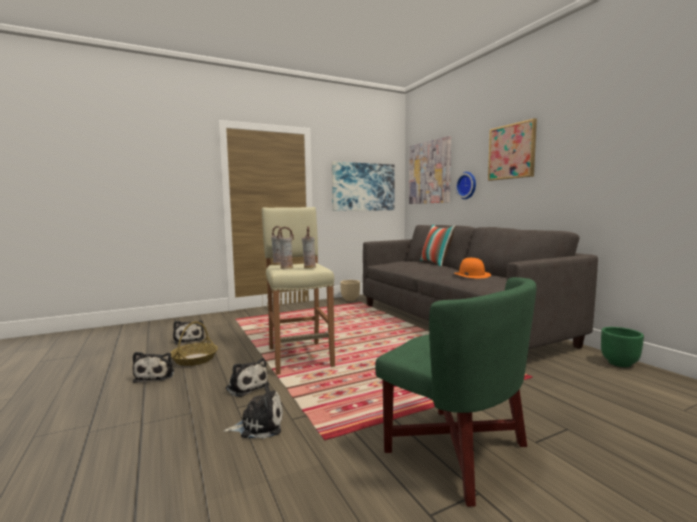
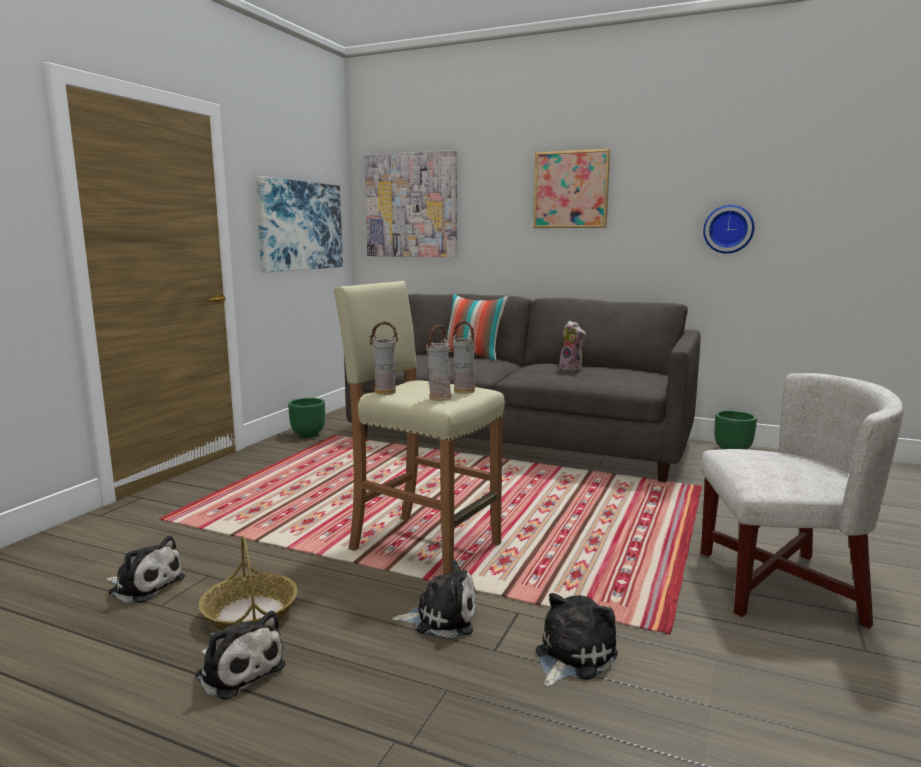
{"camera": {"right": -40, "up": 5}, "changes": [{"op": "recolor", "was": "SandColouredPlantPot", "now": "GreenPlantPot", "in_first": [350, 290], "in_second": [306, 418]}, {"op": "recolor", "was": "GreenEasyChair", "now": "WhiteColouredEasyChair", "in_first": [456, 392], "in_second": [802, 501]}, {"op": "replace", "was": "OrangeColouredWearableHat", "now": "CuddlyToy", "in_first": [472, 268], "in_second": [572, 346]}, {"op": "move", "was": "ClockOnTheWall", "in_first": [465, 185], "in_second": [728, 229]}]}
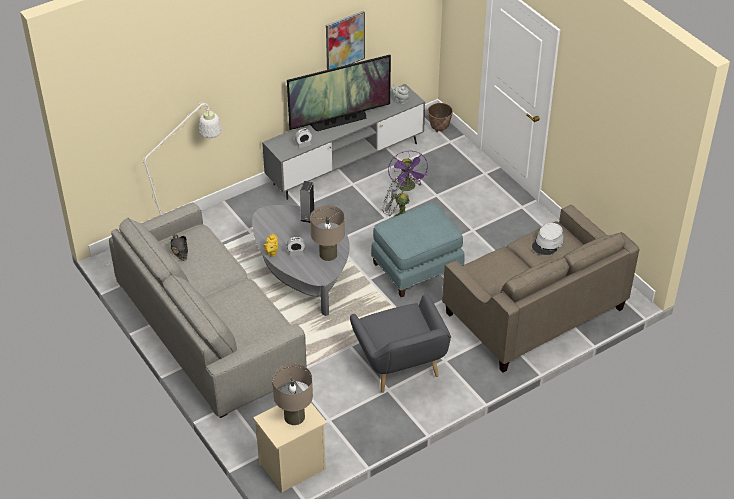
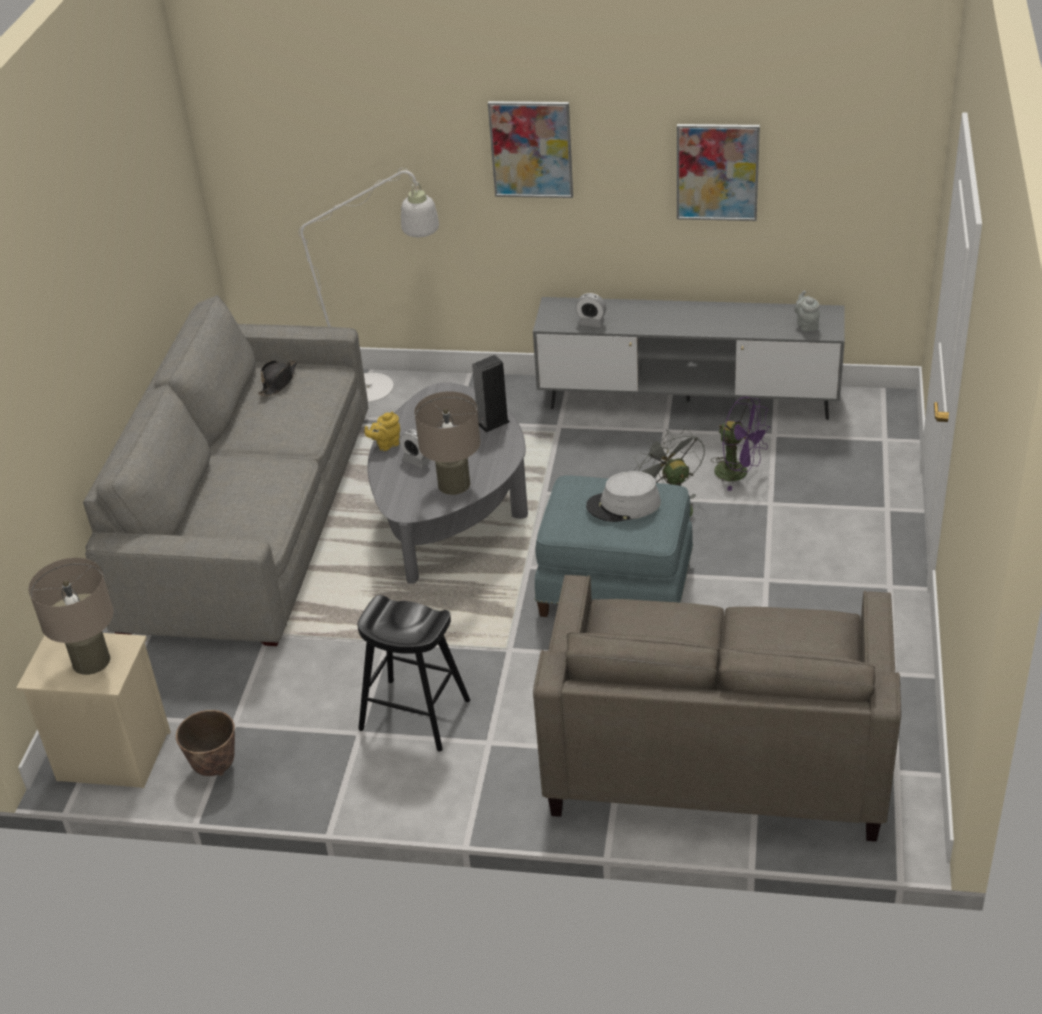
{"camera": {"right": 45, "up": -5}, "changes": [{"op": "delete", "was": "Tv", "in_first": [339, 93]}, {"op": "replace", "was": "GreyEasyChair", "now": "BlackStool", "in_first": [400, 343], "in_second": [413, 673]}, {"op": "rotate", "was": "PurpleCoolingFan", "in_first": [408, 171], "in_second": [741, 443], "clockwise": -90}, {"op": "move", "was": "PlantPot", "in_first": [440, 117], "in_second": [205, 743]}, {"op": "move", "was": "GreyWearableHat", "in_first": [548, 239], "in_second": [623, 496]}, {"op": "insert", "now": "WallPicture", "in_second": [530, 149]}]}
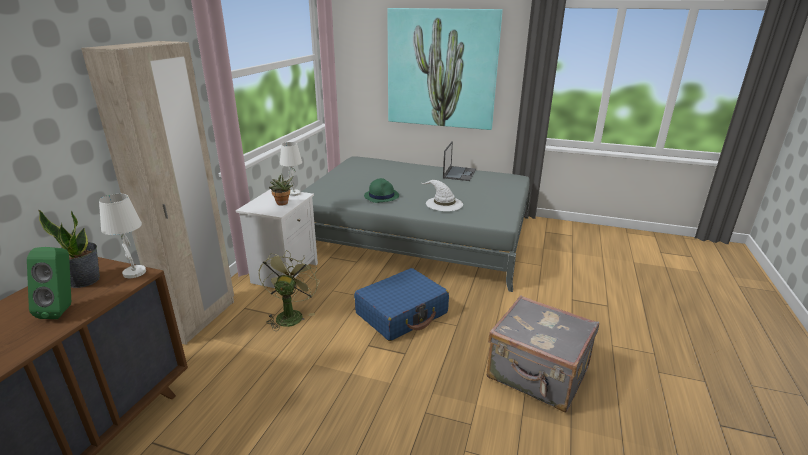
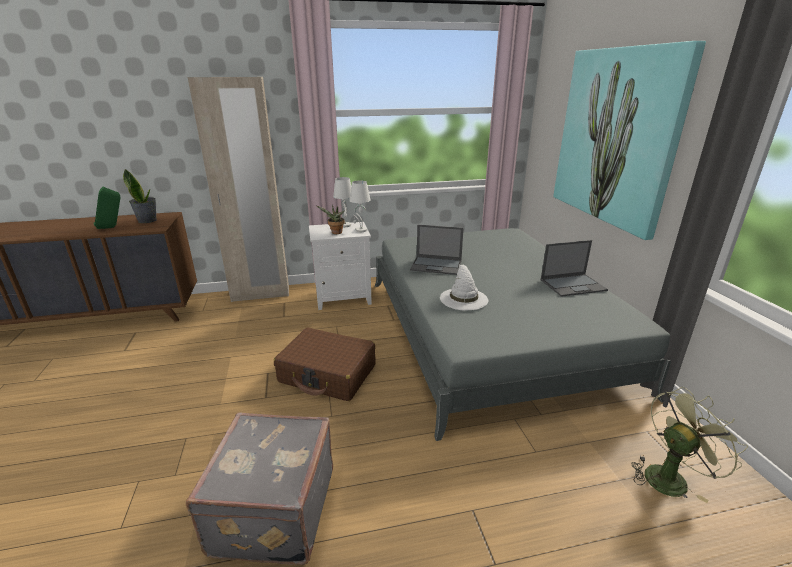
{"camera": {"right": 60, "up": 0}, "changes": [{"op": "move", "was": "WhiteColouredLampForATable", "in_first": [122, 236], "in_second": [342, 202]}, {"op": "move", "was": "GreenCoolingFan", "in_first": [289, 290], "in_second": [689, 445]}, {"op": "recolor", "was": "BluishPieceOfLuggage", "now": "BrownPieceOfLuggage", "in_first": [401, 304], "in_second": [325, 364]}, {"op": "replace", "was": "GreenWearableHat", "now": "Laptop", "in_first": [381, 190], "in_second": [437, 250]}]}
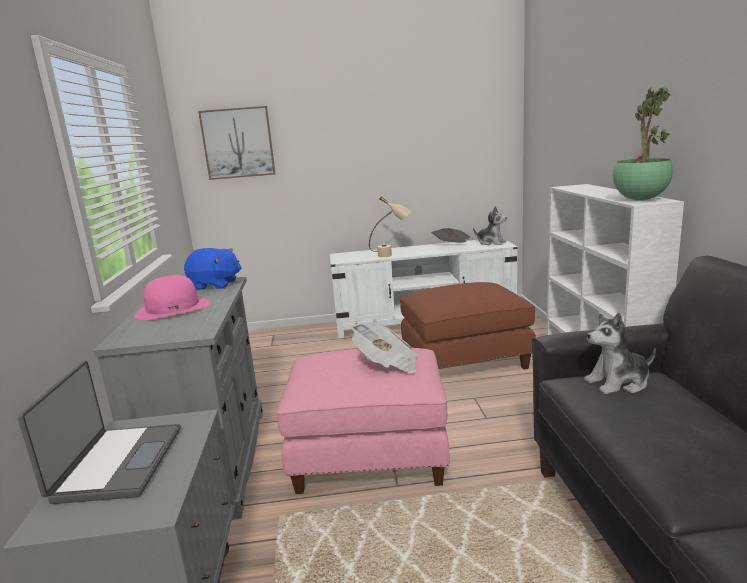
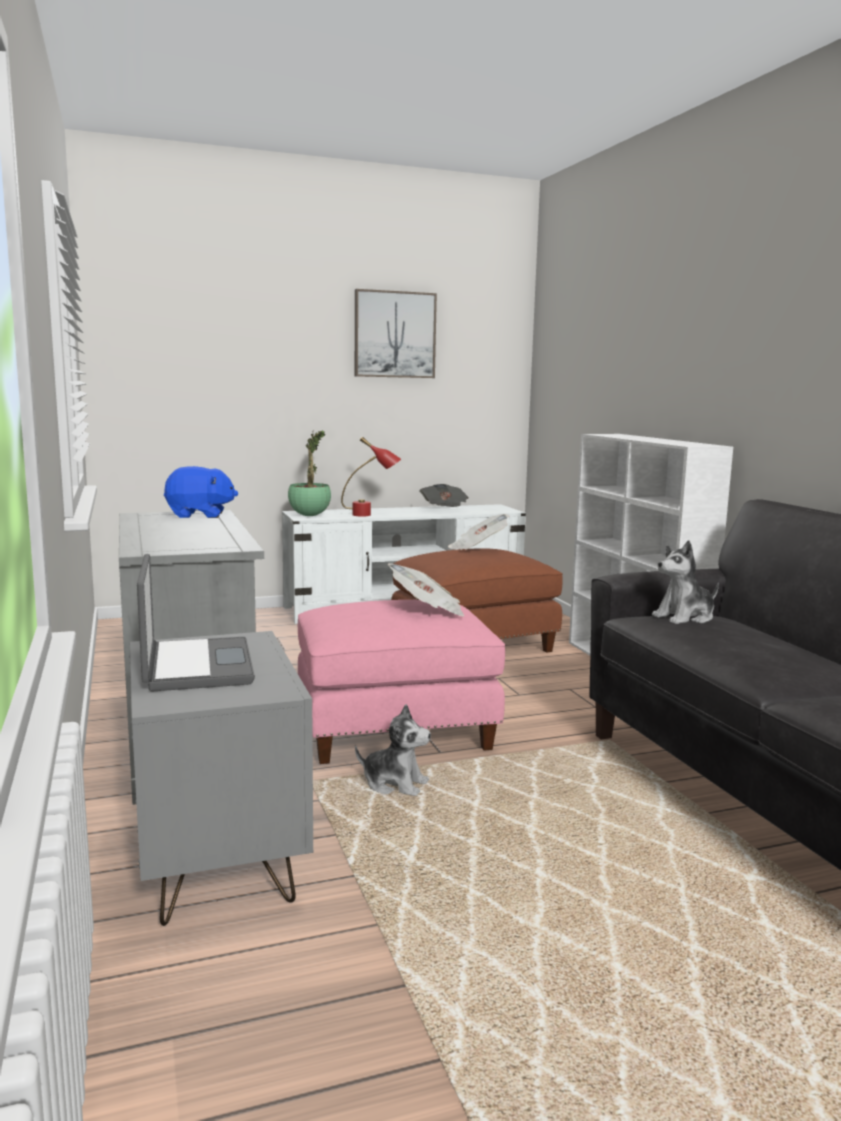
{"camera": {"right": -15, "up": -5}, "changes": [{"op": "delete", "was": "PinkishWearableHat", "in_first": [172, 297]}, {"op": "move", "was": "WallPicture", "in_first": [237, 143], "in_second": [396, 333]}, {"op": "recolor", "was": "SandColouredLampForATable", "now": "ReddishLampForATable", "in_first": [390, 226], "in_second": [371, 477]}, {"op": "move", "was": "CuddlyToy", "in_first": [490, 225], "in_second": [393, 750]}, {"op": "move", "was": "PlantInAPot", "in_first": [643, 144], "in_second": [309, 473]}, {"op": "insert", "now": "Newspaper", "in_second": [479, 532]}]}
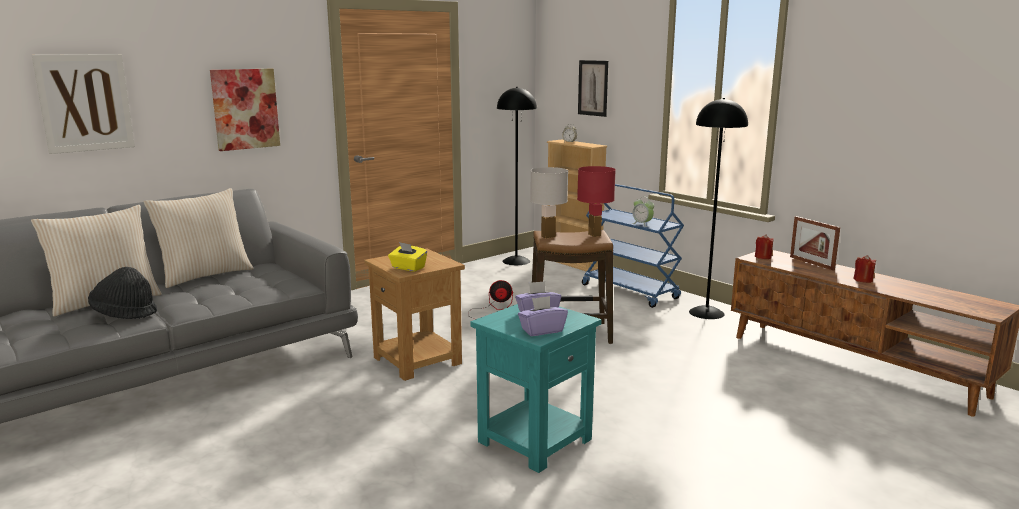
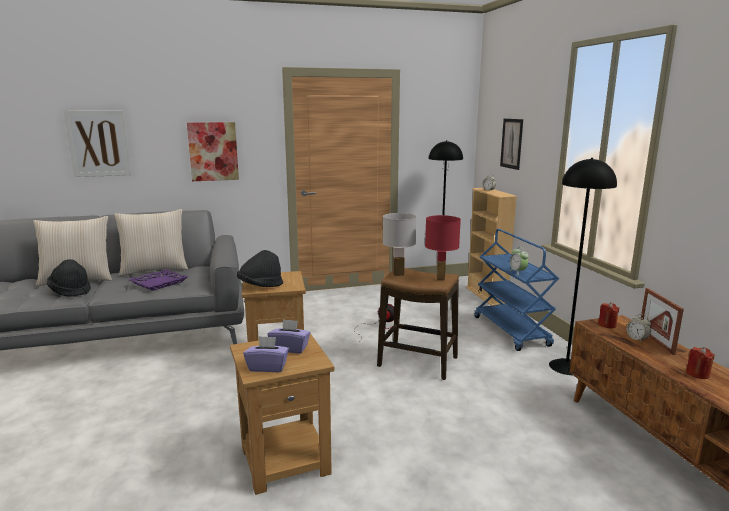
{"camera": {"right": 25, "up": 0}, "changes": [{"op": "replace", "was": "YellowTissueBox", "now": "BlackWearableHat", "in_first": [407, 257], "in_second": [260, 268]}, {"op": "recolor", "was": "TurquoiseAccentTable", "now": "BrownAccentTable", "in_first": [536, 388], "in_second": [282, 414]}, {"op": "insert", "now": "PurpleCarryingTray", "in_second": [158, 280]}, {"op": "insert", "now": "TableClock", "in_second": [638, 328]}]}
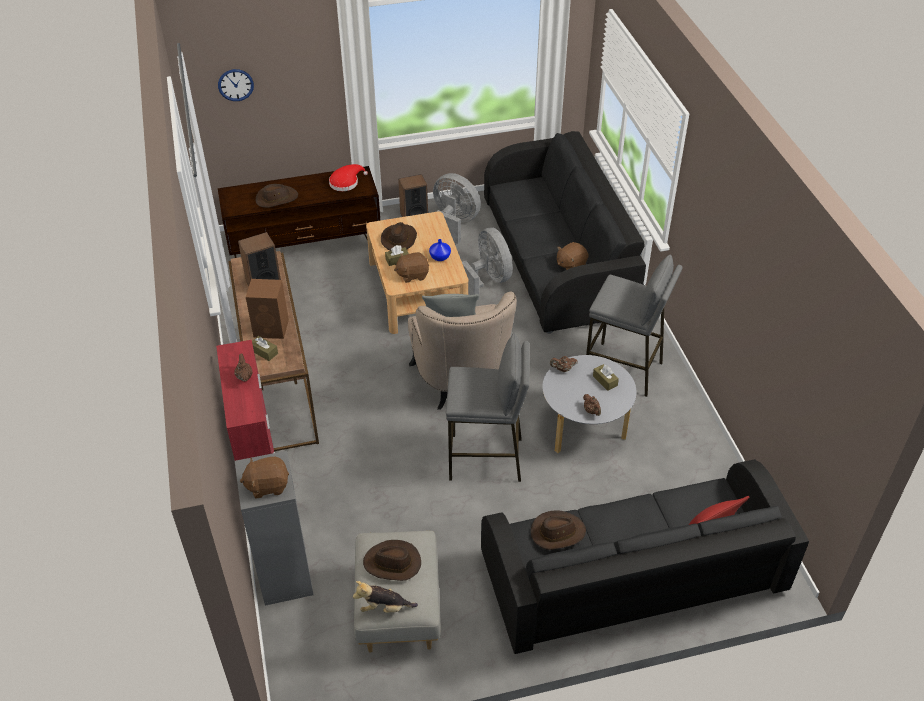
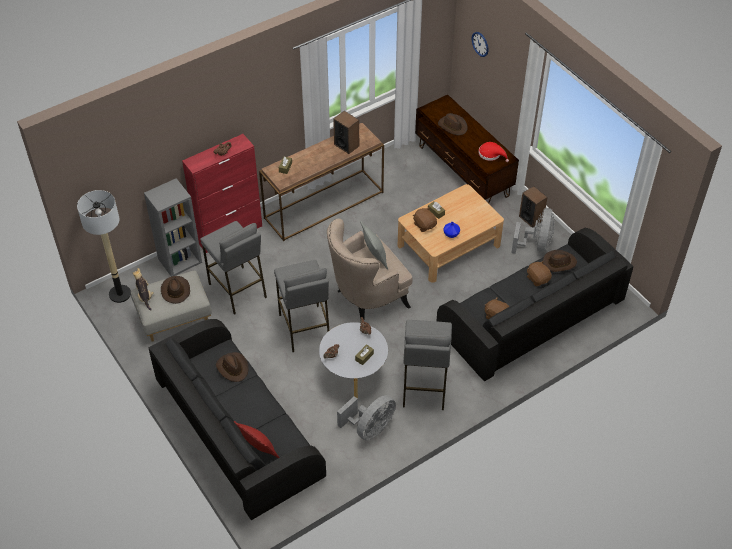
{"camera": {"right": 70, "up": 5}, "changes": [{"op": "move", "was": "BrownCuddlyToy", "in_first": [264, 477], "in_second": [539, 273]}, {"op": "delete", "was": "BrownLoudspeaker", "in_first": [267, 309]}, {"op": "move", "was": "BrownWearableHat", "in_first": [399, 236], "in_second": [560, 261]}, {"op": "move", "was": "GreyCoolingFan", "in_first": [487, 264], "in_second": [366, 417]}, {"op": "insert", "now": "StandingLamp", "in_second": [104, 246]}, {"op": "insert", "now": "GreyStool", "in_second": [233, 268]}]}
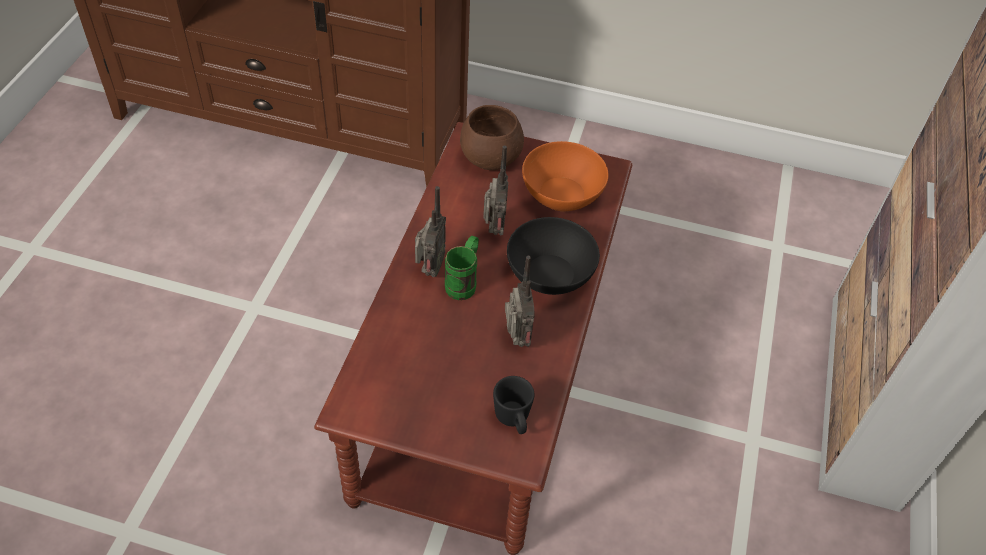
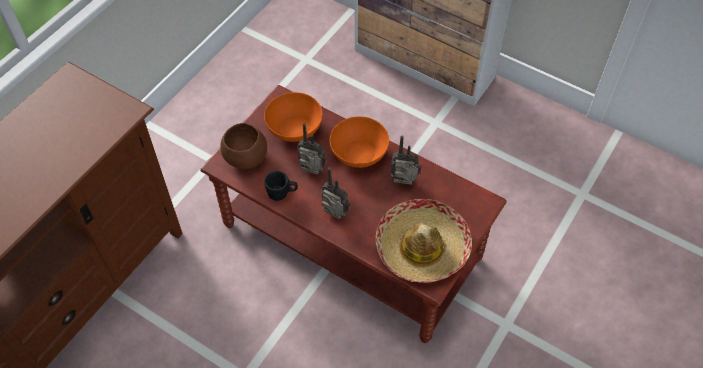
{"camera": {"right": -70, "up": 5}, "changes": [{"op": "delete", "was": "GreenCoffeeMug", "in_first": [462, 268]}, {"op": "move", "was": "BlackCoffeeMug", "in_first": [514, 405], "in_second": [281, 186]}, {"op": "recolor", "was": "BlackDeepDish", "now": "OrangeColouredDeepDish", "in_first": [553, 256], "in_second": [359, 142]}, {"op": "insert", "now": "WearableHat", "in_second": [424, 241]}]}
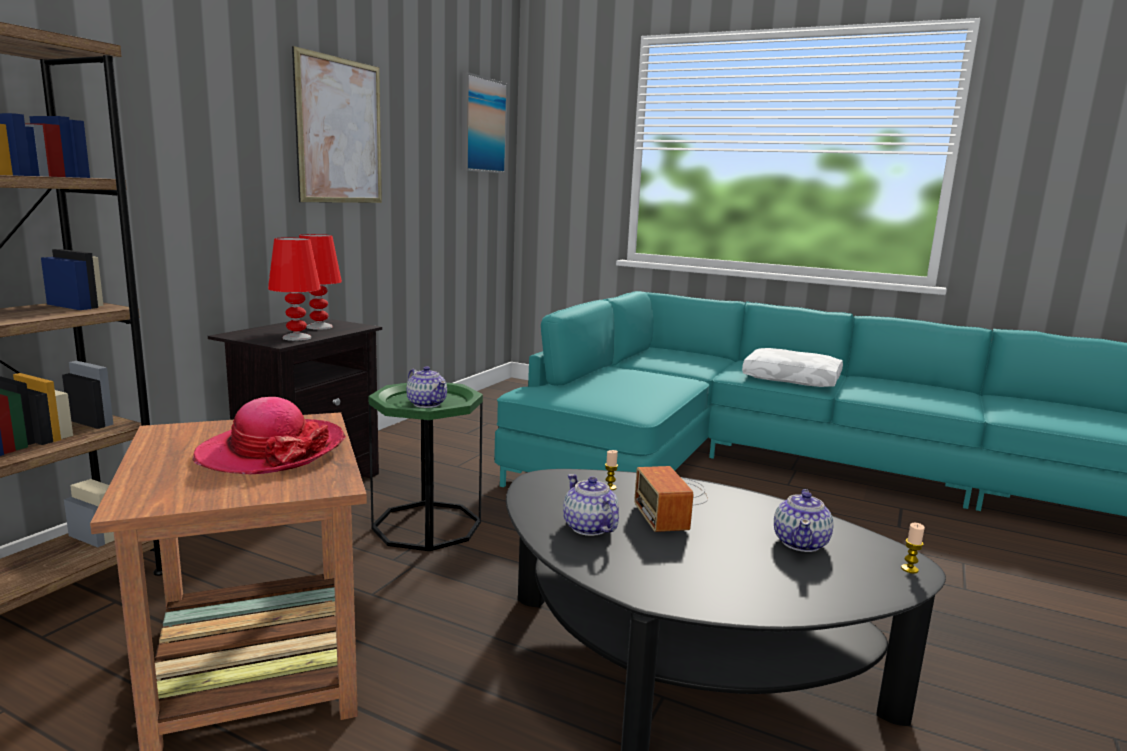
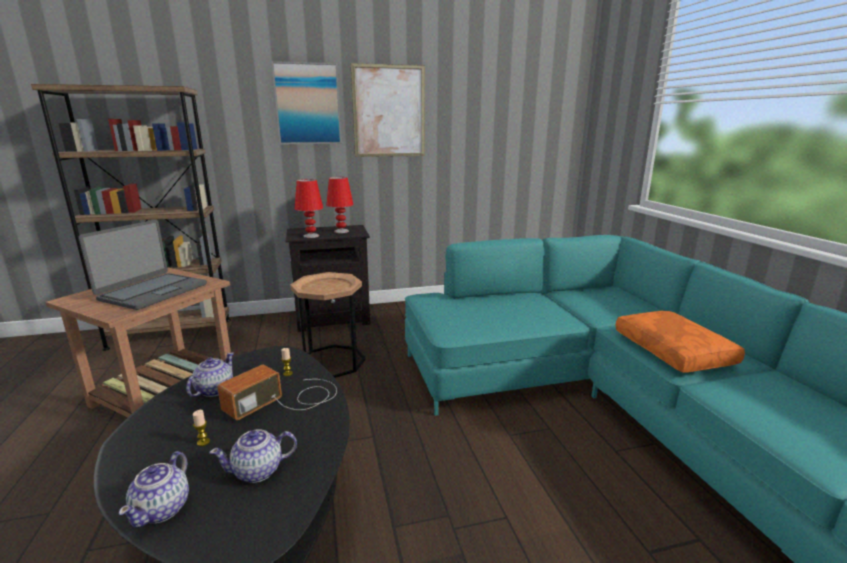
{"camera": {"right": 50, "up": 5}, "changes": [{"op": "replace", "was": "WearableHat", "now": "Laptop", "in_first": [269, 435], "in_second": [143, 265]}, {"op": "recolor", "was": "GreenAccentTable", "now": "BrownAccentTable", "in_first": [426, 467], "in_second": [328, 325]}, {"op": "move", "was": "TeaPot", "in_first": [427, 387], "in_second": [154, 489]}, {"op": "move", "was": "WallPicture", "in_first": [485, 122], "in_second": [306, 103]}, {"op": "recolor", "was": "WhiteColouredThrowPillow", "now": "OrangeColouredThrowPillow", "in_first": [792, 367], "in_second": [680, 342]}, {"op": "move", "was": "WaxCandle", "in_first": [913, 548], "in_second": [201, 428]}]}
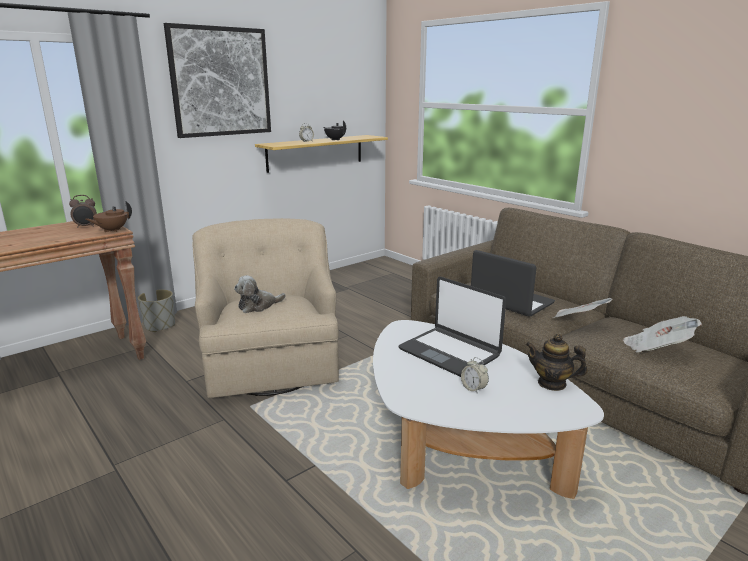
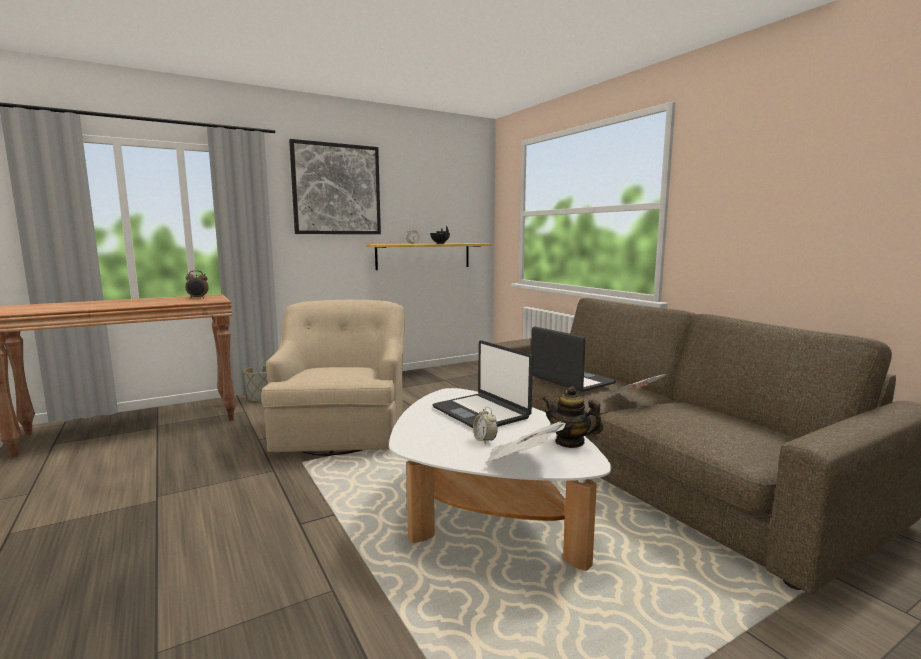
{"camera": {"right": 10, "up": -10}, "changes": [{"op": "delete", "was": "BrownTeaPot", "in_first": [109, 216]}, {"op": "delete", "was": "CuddlyToy", "in_first": [260, 294]}, {"op": "move", "was": "Newspaper", "in_first": [662, 334], "in_second": [526, 442]}]}
